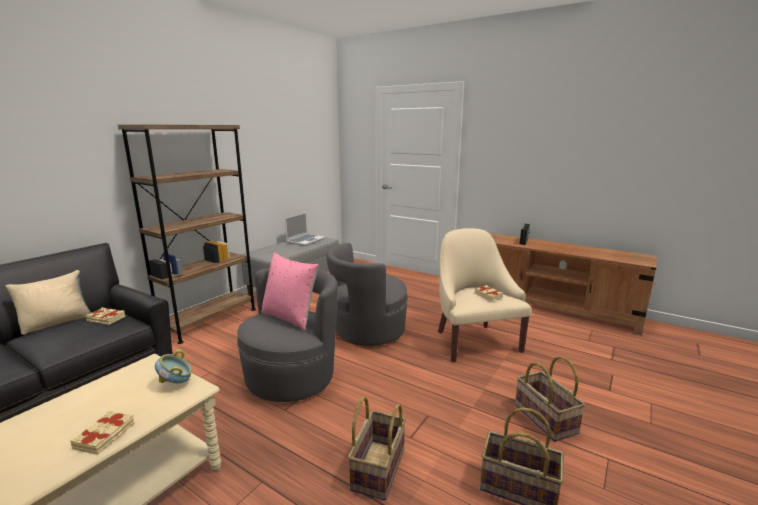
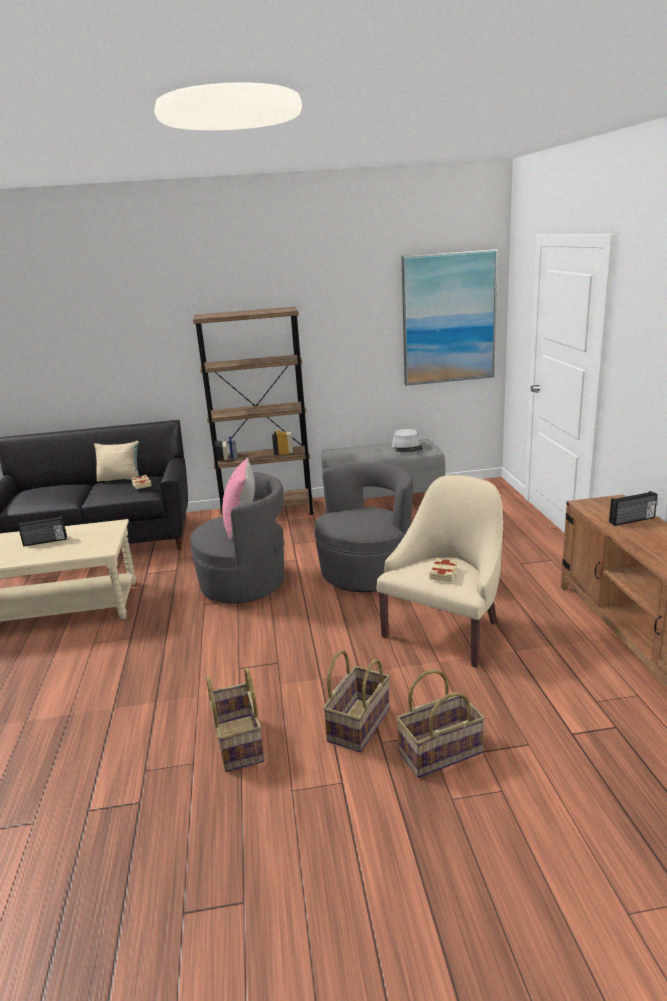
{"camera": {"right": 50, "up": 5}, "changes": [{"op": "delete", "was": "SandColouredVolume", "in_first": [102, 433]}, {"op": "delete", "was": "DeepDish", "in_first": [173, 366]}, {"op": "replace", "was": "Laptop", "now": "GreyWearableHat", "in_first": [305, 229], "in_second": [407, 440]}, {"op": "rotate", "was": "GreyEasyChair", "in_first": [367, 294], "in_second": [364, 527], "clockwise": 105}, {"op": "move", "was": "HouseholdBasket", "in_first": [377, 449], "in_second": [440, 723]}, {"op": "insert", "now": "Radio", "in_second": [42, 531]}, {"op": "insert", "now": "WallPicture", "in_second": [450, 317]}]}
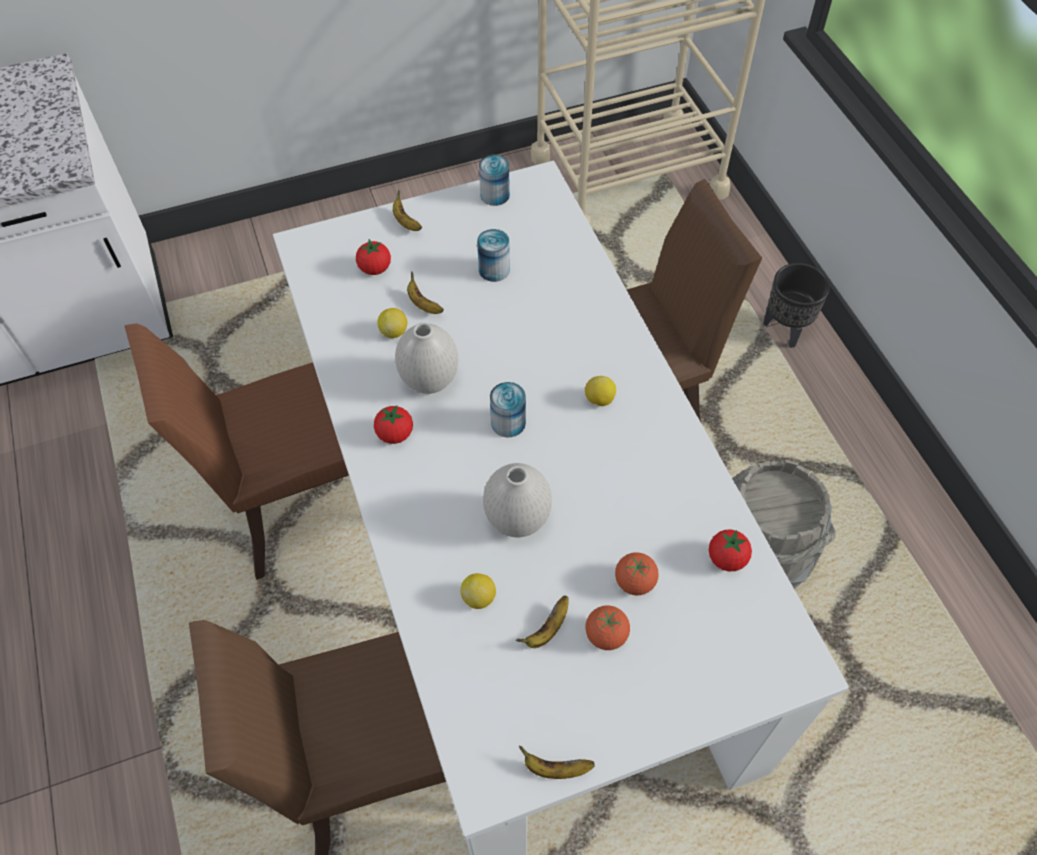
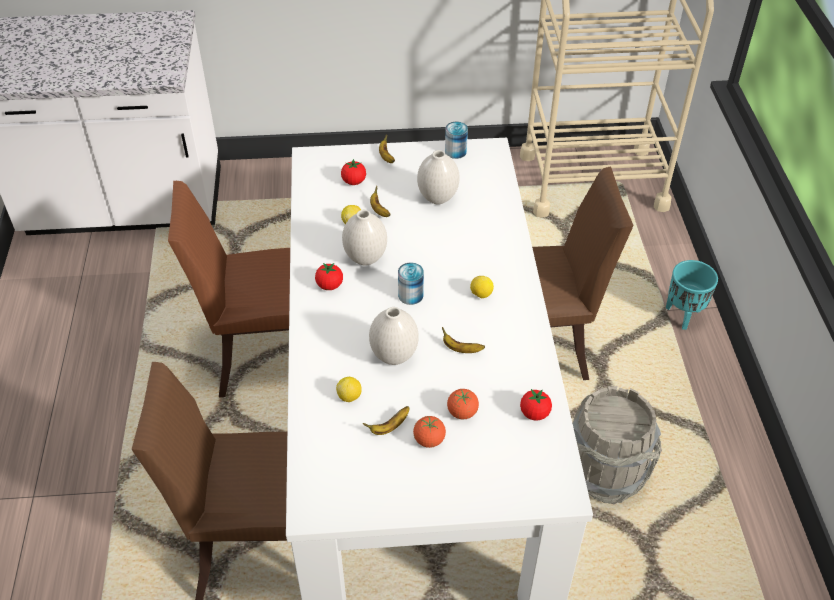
{"camera": {"right": 15, "up": -10}, "changes": [{"op": "replace", "was": "Can", "now": "WhiteColouredVase", "in_first": [493, 255], "in_second": [438, 177]}, {"op": "move", "was": "WholeBanana", "in_first": [557, 762], "in_second": [463, 340]}, {"op": "recolor", "was": "BlackPlantPot", "now": "TurquoisePlantPot", "in_first": [796, 305], "in_second": [692, 295]}]}
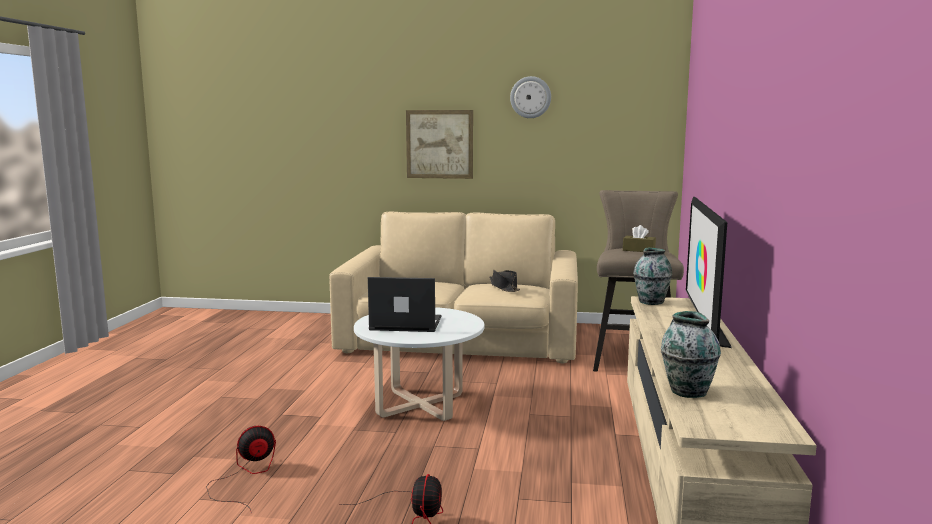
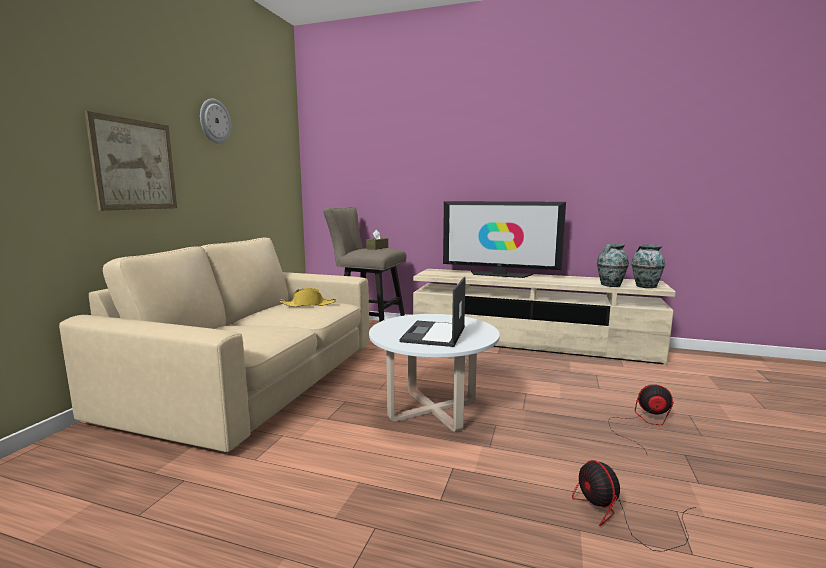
{"camera": {"right": -80, "up": 0}, "changes": [{"op": "recolor", "was": "BlackWearableHat", "now": "YellowWearableHat", "in_first": [504, 281], "in_second": [307, 297]}, {"op": "move", "was": "Vase", "in_first": [652, 276], "in_second": [648, 266]}]}
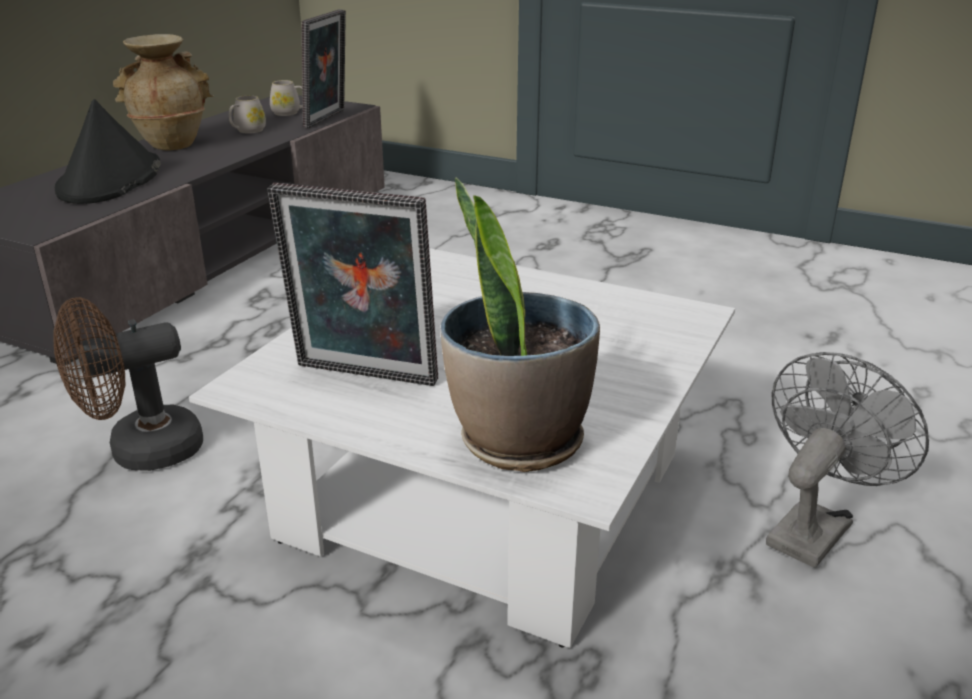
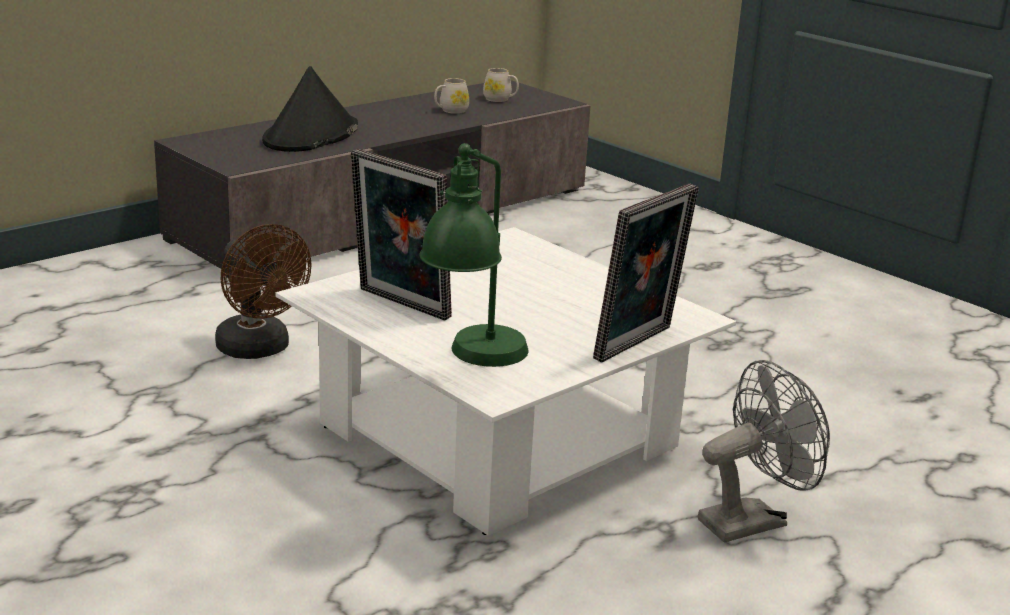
{"camera": {"right": 20, "up": -5}, "changes": [{"op": "rotate", "was": "BrownCoolingFan", "in_first": [128, 384], "in_second": [263, 291], "clockwise": -120}, {"op": "delete", "was": "SandColouredVase", "in_first": [163, 92]}, {"op": "move", "was": "PhotoFrame", "in_first": [324, 68], "in_second": [646, 273]}, {"op": "replace", "was": "PlantInAPot", "now": "GreenLampForATable", "in_first": [520, 324], "in_second": [473, 255]}]}
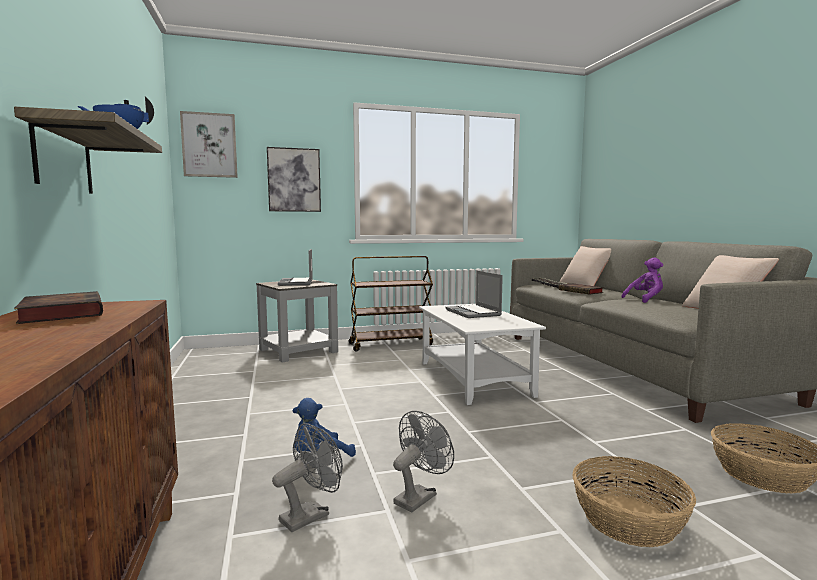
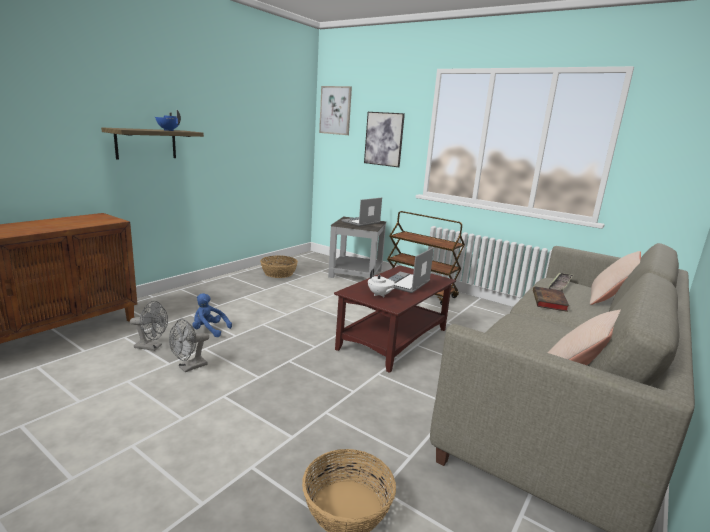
{"camera": {"right": 50, "up": 10}, "changes": [{"op": "delete", "was": "Volume", "in_first": [58, 307]}, {"op": "rotate", "was": "GreyCoolingFan", "in_first": [423, 461], "in_second": [189, 345], "clockwise": 135}, {"op": "recolor", "was": "WhiteColouredLowTable", "now": "BrownLowTable", "in_first": [482, 354], "in_second": [395, 319]}, {"op": "move", "was": "HouseholdBasket", "in_first": [634, 501], "in_second": [279, 266]}, {"op": "delete", "was": "PurpleCuddlyToy", "in_first": [642, 280]}, {"op": "insert", "now": "WhiteColouredTeaPot", "in_second": [381, 283]}]}
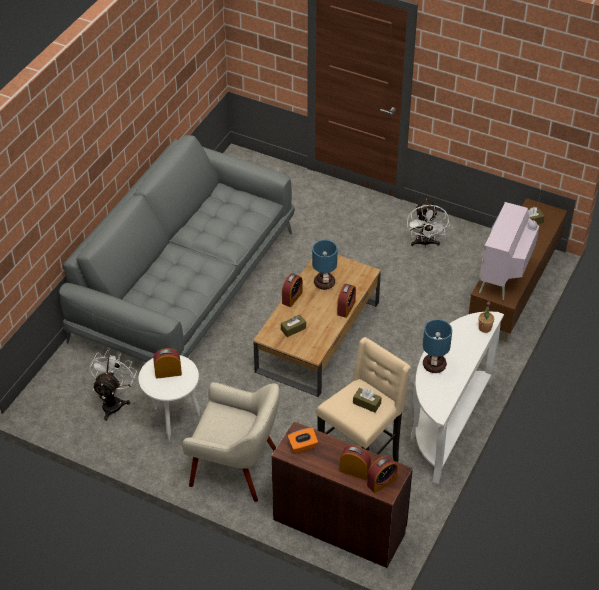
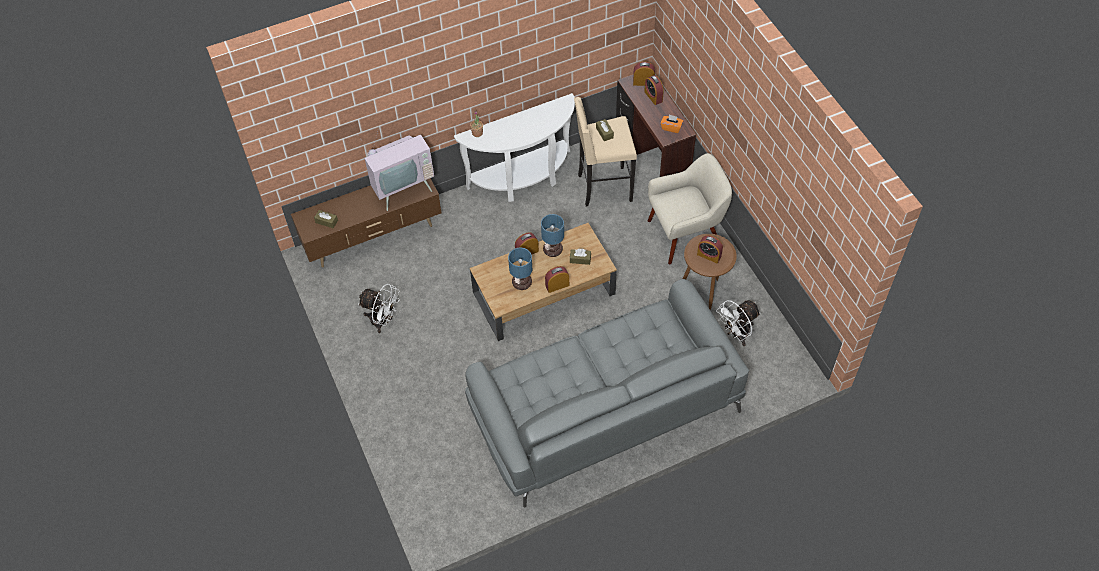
{"camera": {"right": -140, "up": 10}, "changes": [{"op": "recolor", "was": "WhiteColouredAccentTable", "now": "BrownAccentTable", "in_first": [169, 398], "in_second": [710, 271]}, {"op": "rotate", "was": "SandColouredEasyChair", "in_first": [231, 442], "in_second": [690, 208], "clockwise": 105}, {"op": "rotate", "was": "WhiteColouredCoolingFan", "in_first": [428, 223], "in_second": [379, 308], "clockwise": 75}, {"op": "move", "was": "LampForATable", "in_first": [437, 346], "in_second": [552, 235]}]}
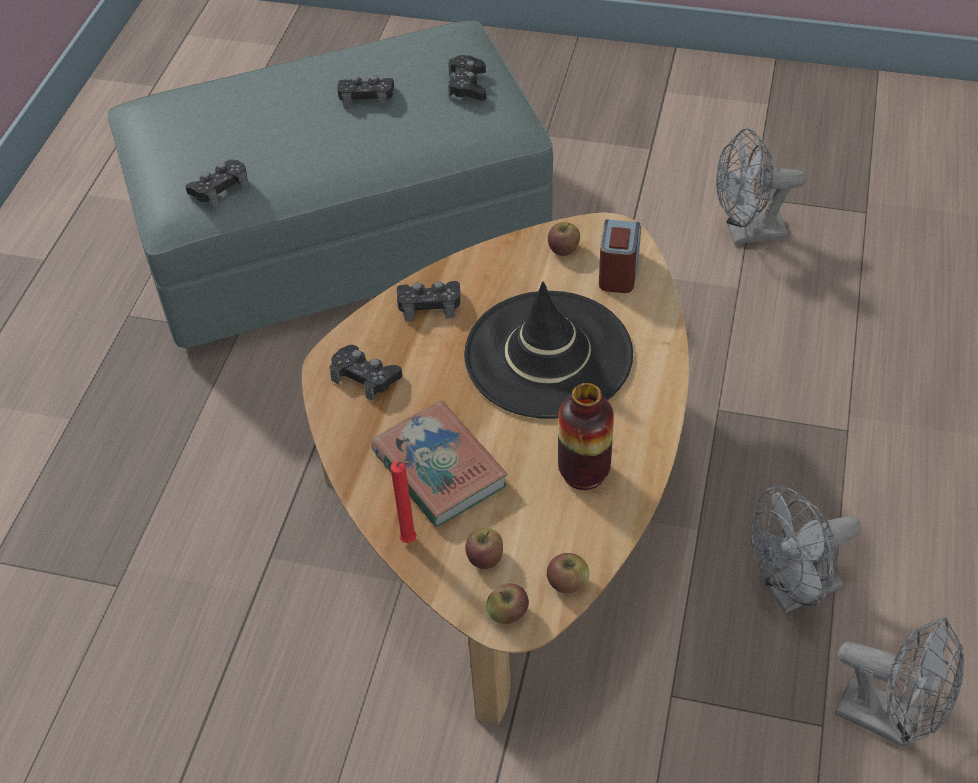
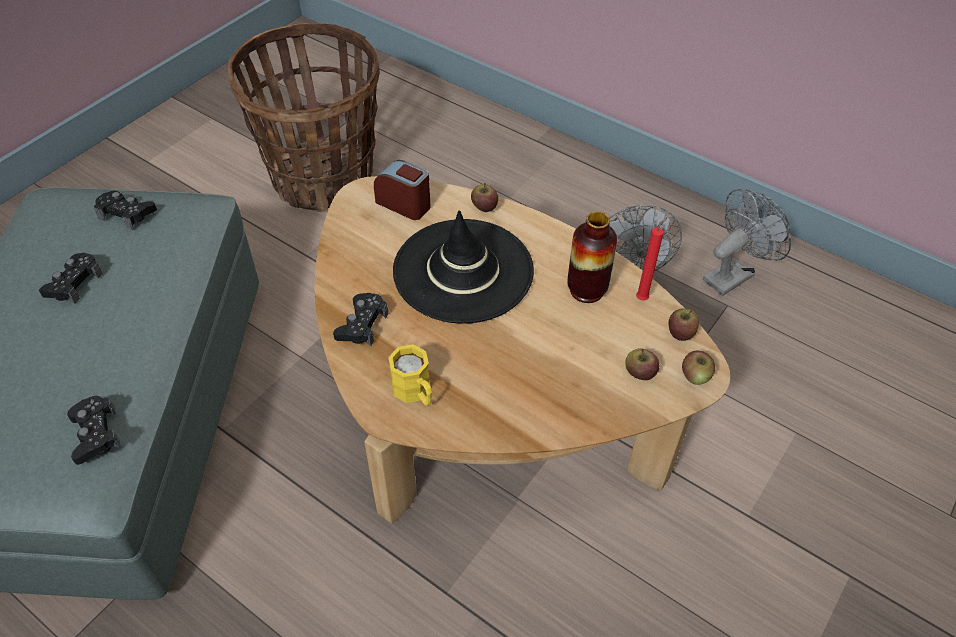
{"camera": {"right": -70, "up": 0}, "changes": [{"op": "replace", "was": "BlackJoypad", "now": "YellowCoffeeMug", "in_first": [366, 373], "in_second": [410, 375]}, {"op": "delete", "was": "Volume", "in_first": [439, 464]}, {"op": "move", "was": "ReddishWaxCandle", "in_first": [403, 501], "in_second": [652, 259]}, {"op": "move", "was": "Apple", "in_first": [564, 239], "in_second": [484, 197]}, {"op": "replace", "was": "GreyCoolingFan", "now": "HouseholdBasket", "in_first": [761, 186], "in_second": [304, 117]}]}
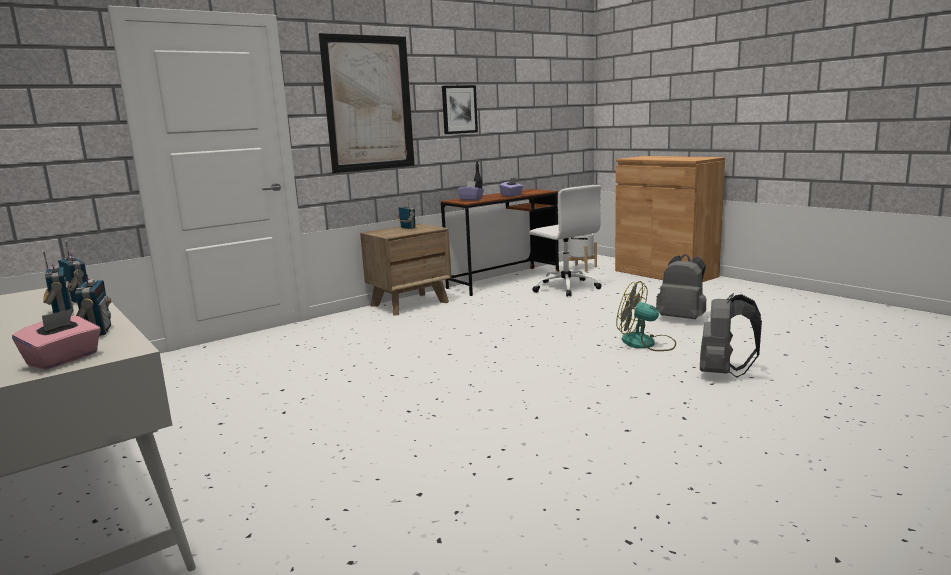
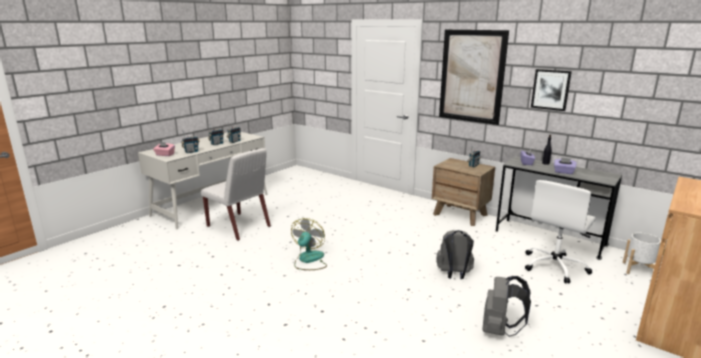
{"camera": {"right": 75, "up": 5}, "changes": [{"op": "recolor", "was": "BrownDesk", "now": "GreyDesk", "in_first": [500, 242], "in_second": [559, 208]}, {"op": "move", "was": "CoolingFan", "in_first": [646, 316], "in_second": [309, 244]}, {"op": "move", "was": "GreyRucksack", "in_first": [731, 335], "in_second": [455, 254]}, {"op": "insert", "now": "WhiteColouredPlainChair", "in_second": [236, 194]}]}
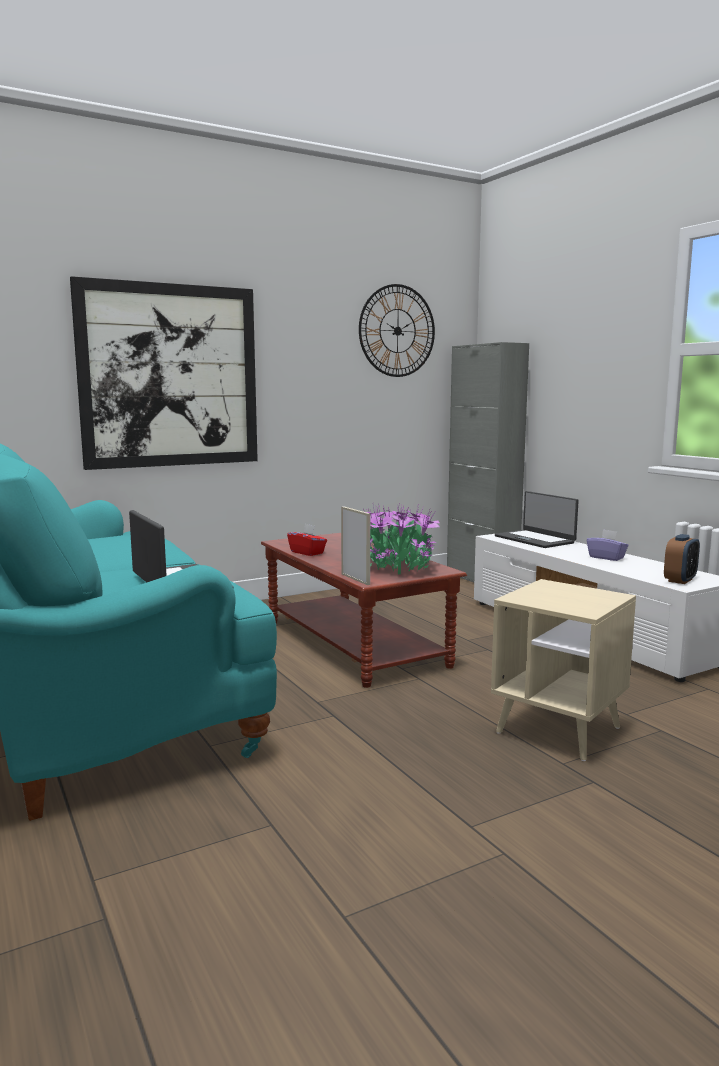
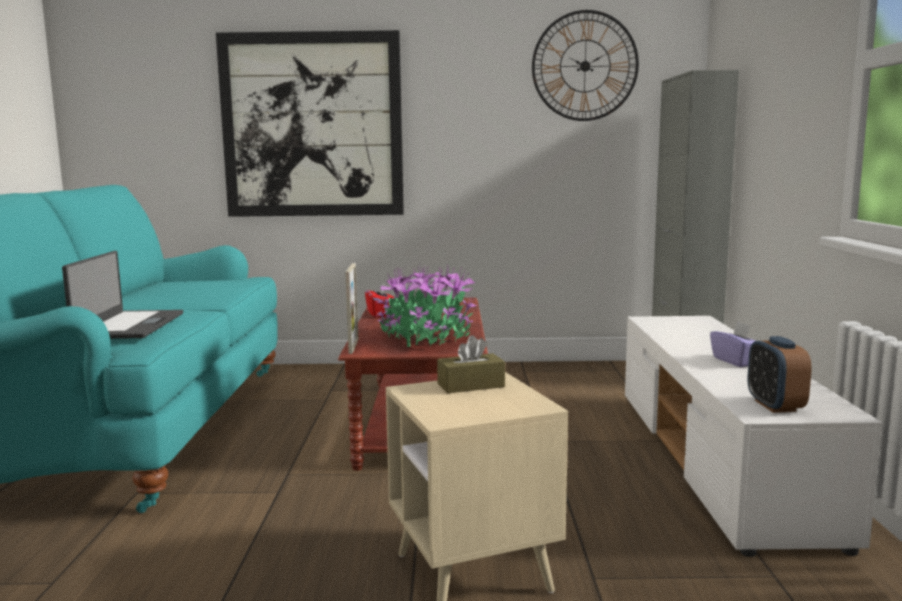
{"camera": {"right": 30, "up": 0}, "changes": [{"op": "delete", "was": "Laptop", "in_first": [537, 519]}, {"op": "rotate", "was": "TableClock", "in_first": [682, 559], "in_second": [779, 374], "clockwise": 105}, {"op": "insert", "now": "BrownTissueBox", "in_second": [471, 364]}]}
